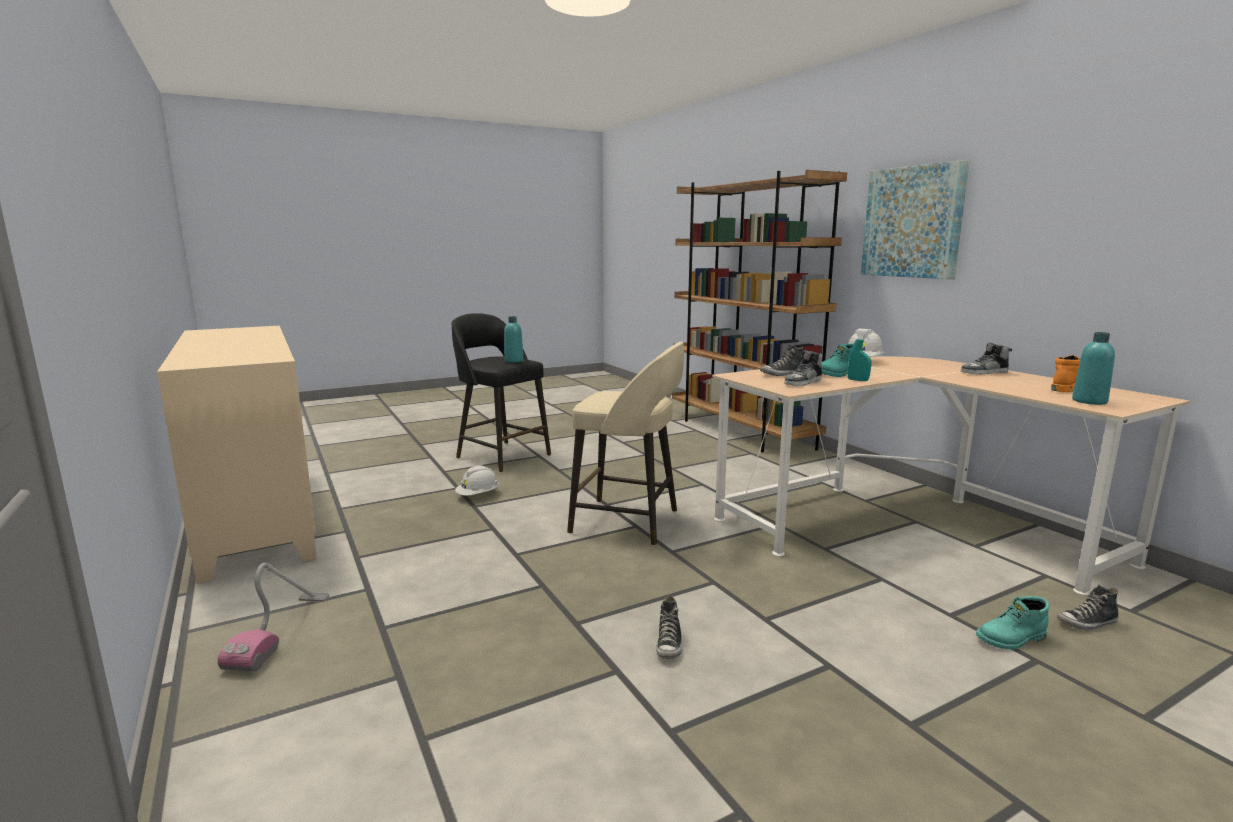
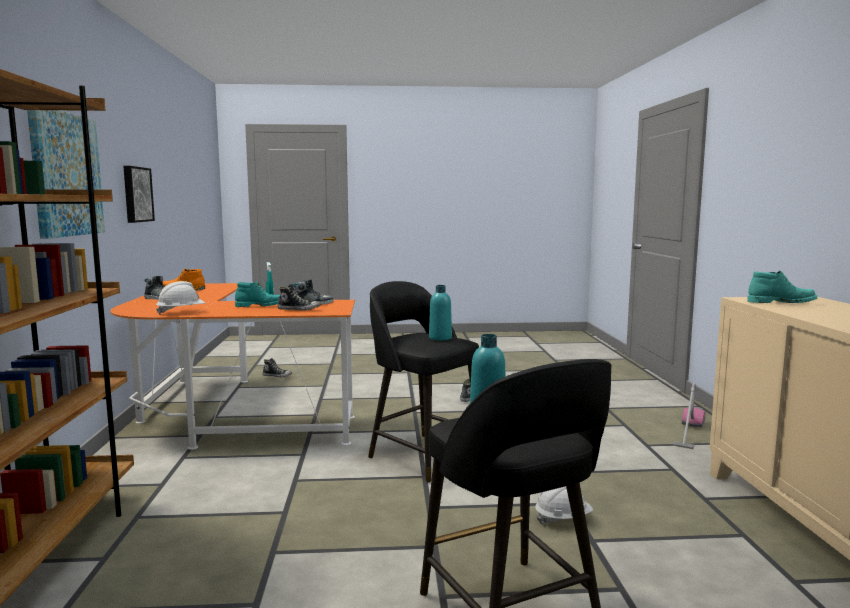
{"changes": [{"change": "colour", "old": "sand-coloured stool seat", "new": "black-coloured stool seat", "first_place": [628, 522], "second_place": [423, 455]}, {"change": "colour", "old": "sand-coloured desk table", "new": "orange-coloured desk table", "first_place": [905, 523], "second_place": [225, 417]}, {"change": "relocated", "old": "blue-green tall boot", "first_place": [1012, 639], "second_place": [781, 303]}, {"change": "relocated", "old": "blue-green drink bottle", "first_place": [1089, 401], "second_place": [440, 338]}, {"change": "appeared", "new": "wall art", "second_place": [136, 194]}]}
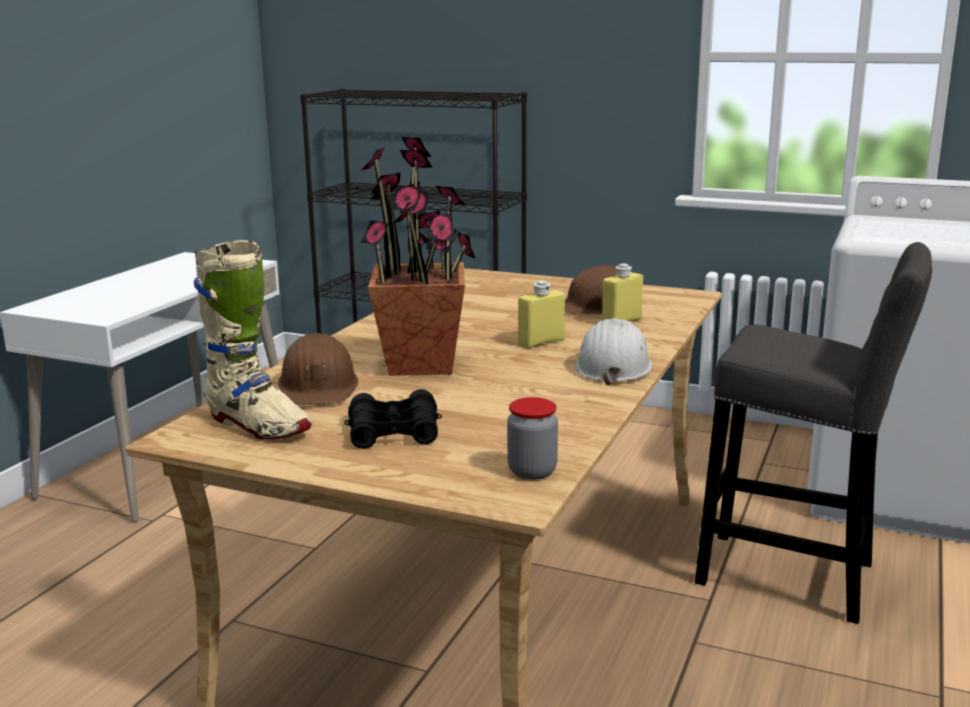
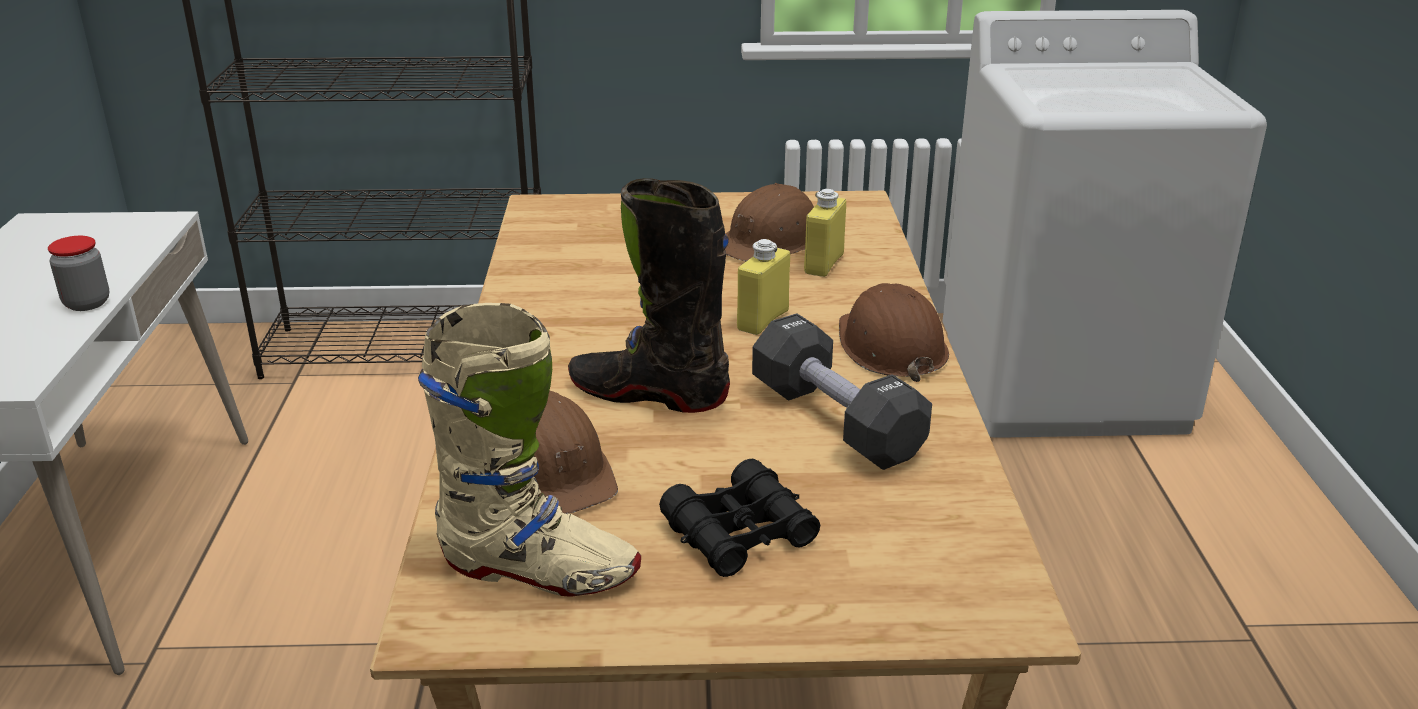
{"changes": [{"change": "exchanged", "old": "potted plant", "new": "black-coloured tall boot", "first_place": [421, 364], "second_place": [649, 394]}, {"change": "relocated", "old": "storage jar", "first_place": [532, 471], "second_place": [87, 303]}, {"change": "colour", "old": "white safety helmet", "new": "brown safety helmet", "first_place": [613, 366], "second_place": [890, 347]}, {"change": "missing", "old": "gray stool seat", "first_place": [796, 577]}, {"change": "appeared", "new": "black-coloured dumbbell", "second_place": [836, 421]}]}
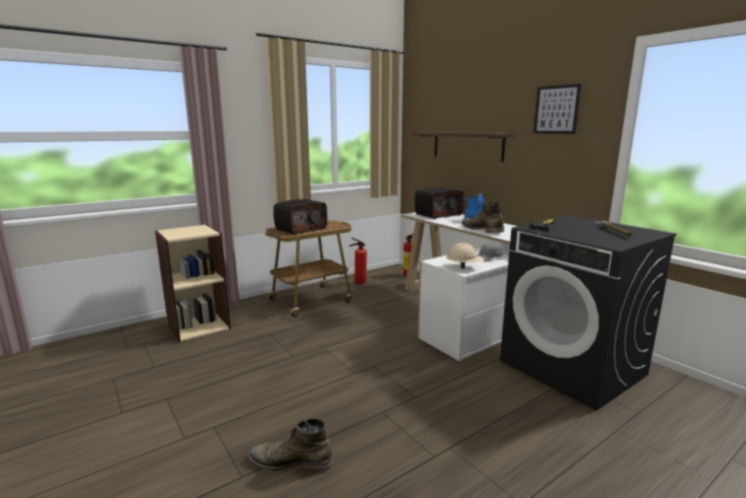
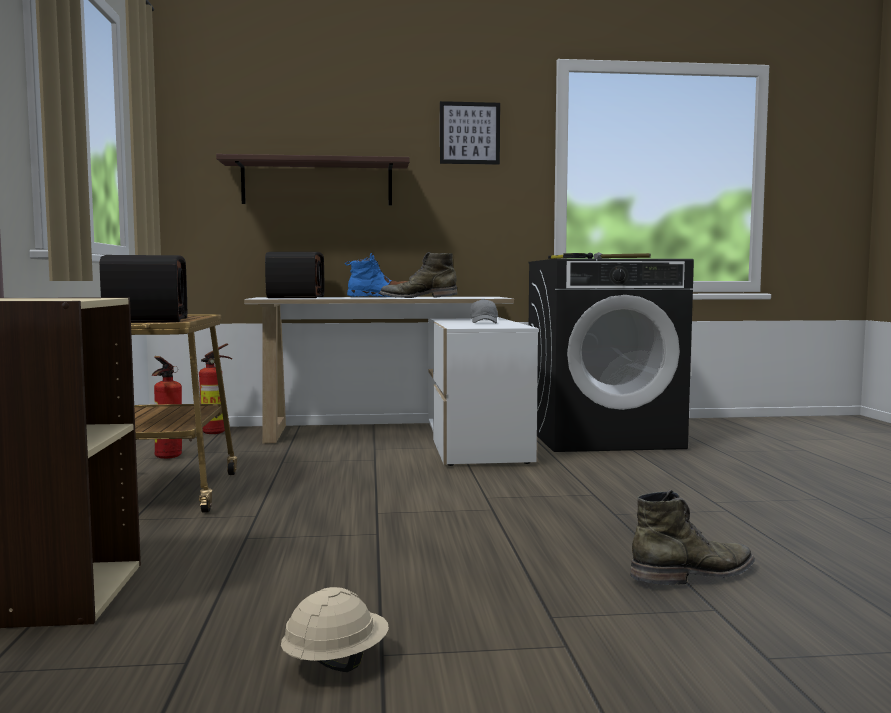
{"changes": [{"change": "spun", "old": "greenish tall boot", "first_place": [291, 461], "second_place": [694, 575], "degrees": -150}, {"change": "relocated", "old": "sand-coloured safety helmet", "first_place": [464, 267], "second_place": [335, 663]}]}
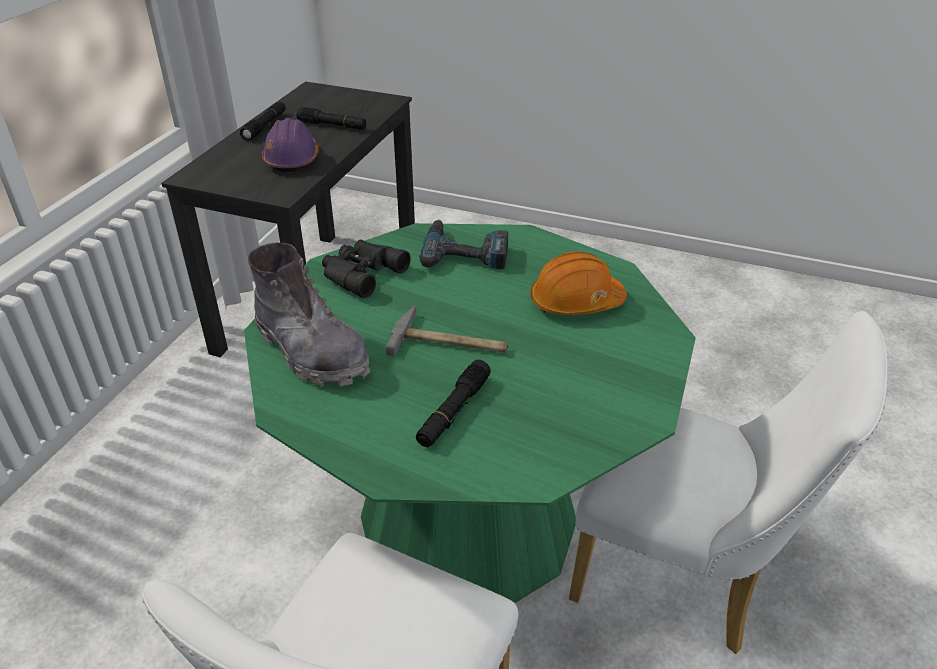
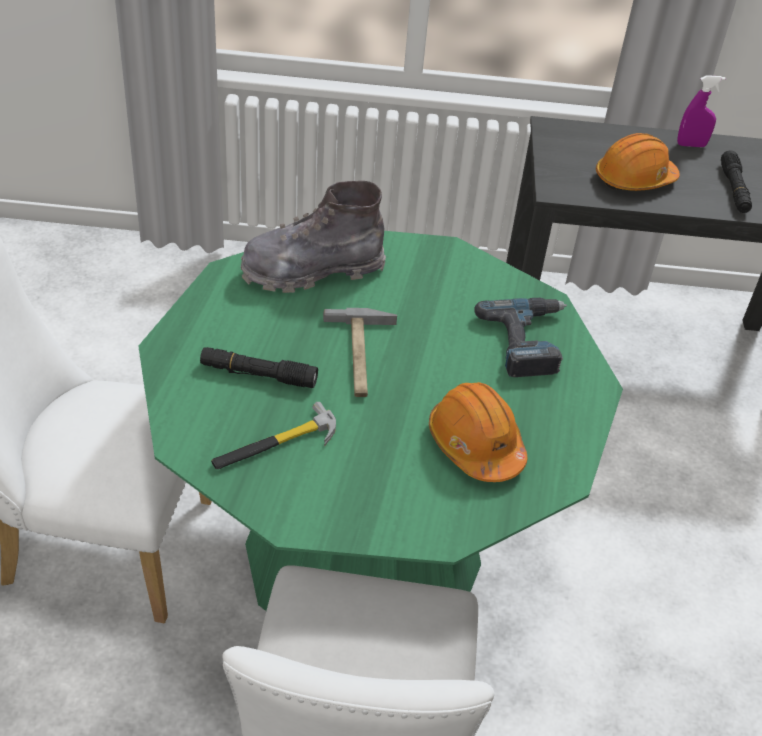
{"changes": [{"change": "exchanged", "old": "black-coloured hand torch", "new": "purple hand sprayer", "first_place": [265, 126], "second_place": [691, 145]}, {"change": "spun", "old": "gray tall boot", "first_place": [312, 351], "second_place": [312, 270], "degrees": 45}, {"change": "colour", "old": "purple safety helmet", "new": "orange-coloured safety helmet", "first_place": [292, 159], "second_place": [634, 179]}, {"change": "missing", "old": "black-coloured pair of binoculars", "first_place": [360, 273]}, {"change": "appeared", "new": "hand hammer", "second_place": [275, 445]}]}
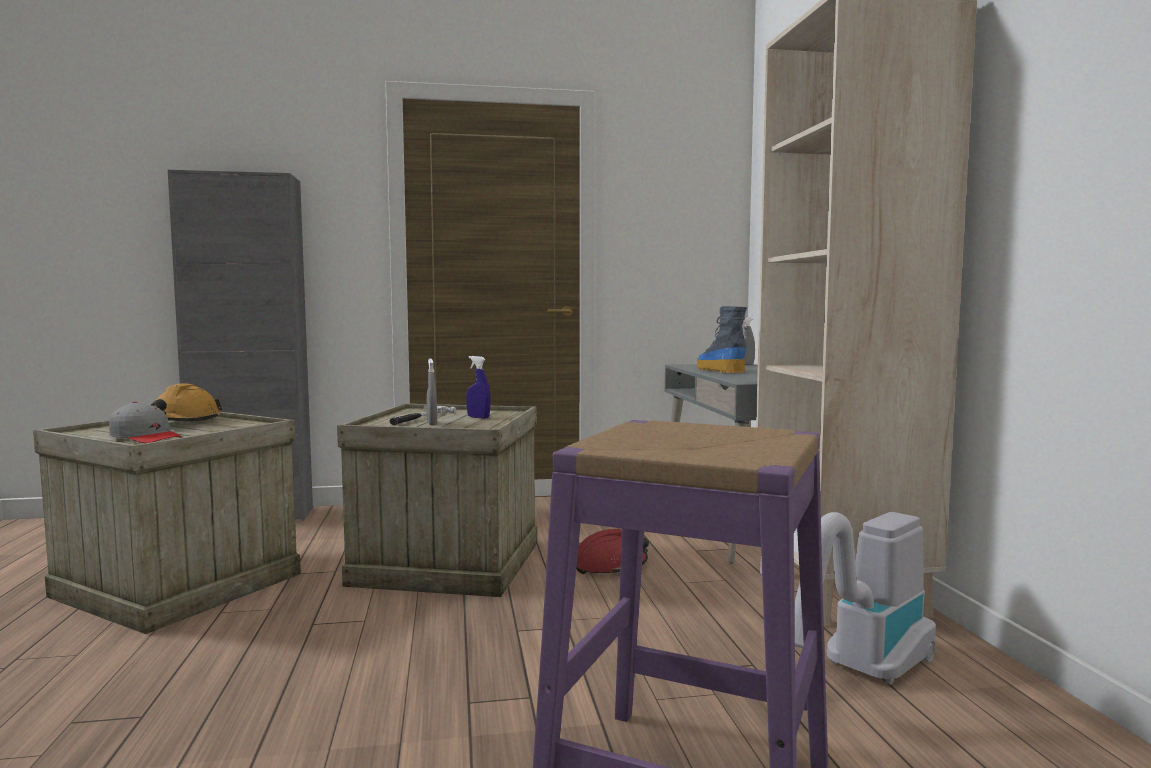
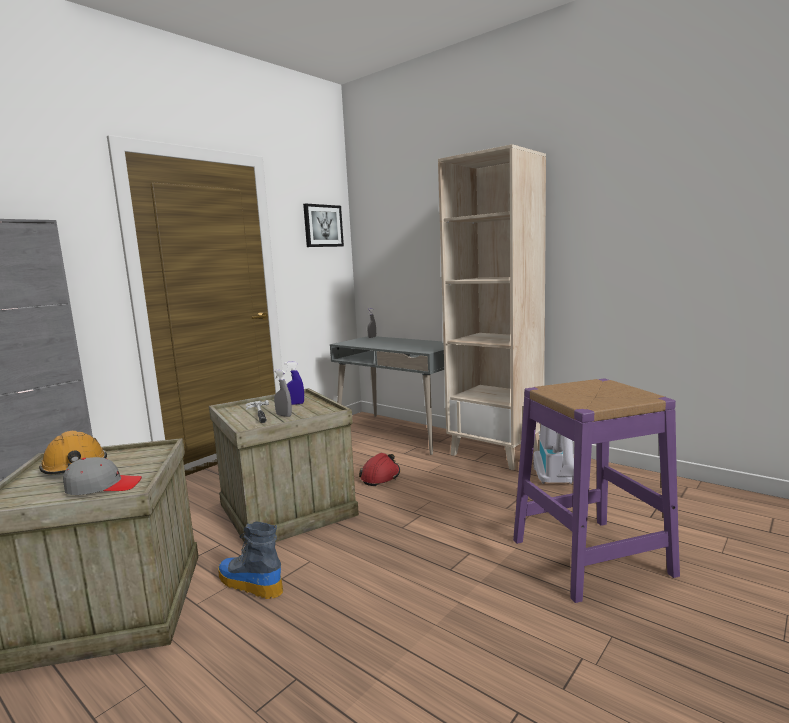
{"changes": [{"change": "relocated", "old": "tall boot", "first_place": [719, 370], "second_place": [249, 583]}, {"change": "appeared", "new": "wall art", "second_place": [323, 226]}]}
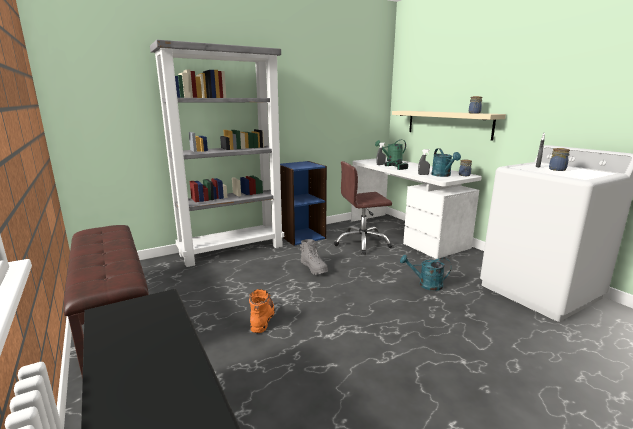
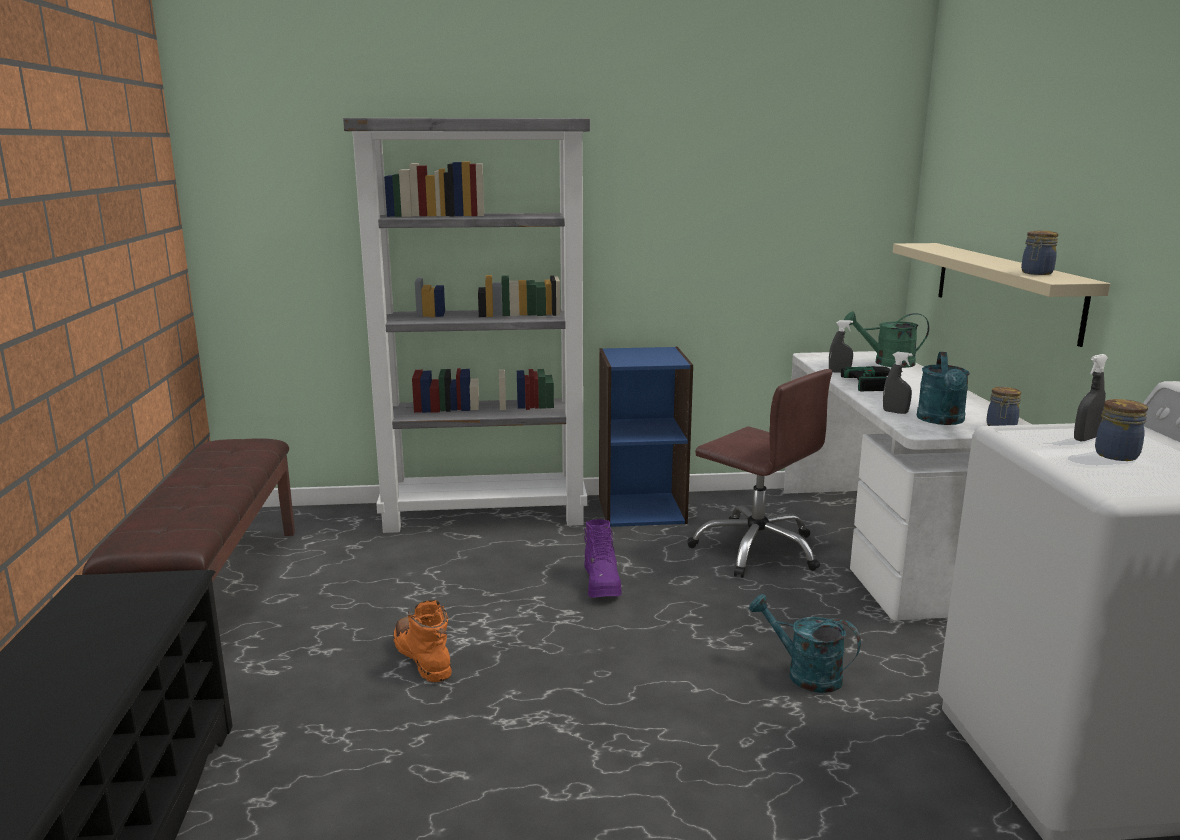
{"changes": [{"change": "spun", "old": "orange-coloured tall boot", "first_place": [262, 318], "second_place": [423, 657], "degrees": -60}, {"change": "colour", "old": "gray tall boot", "new": "purple tall boot", "first_place": [314, 268], "second_place": [602, 584]}, {"change": "spun", "old": "brown computer chair", "first_place": [362, 243], "second_place": [757, 549], "degrees": -150}]}
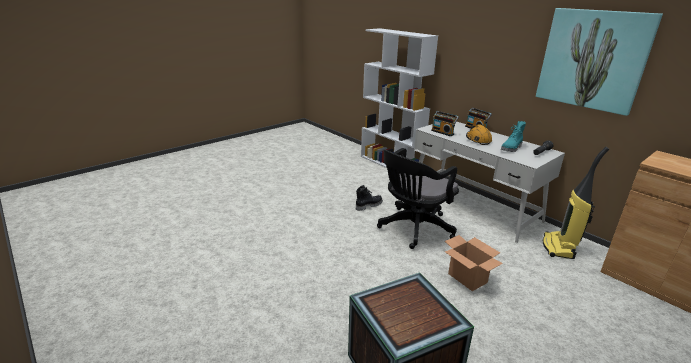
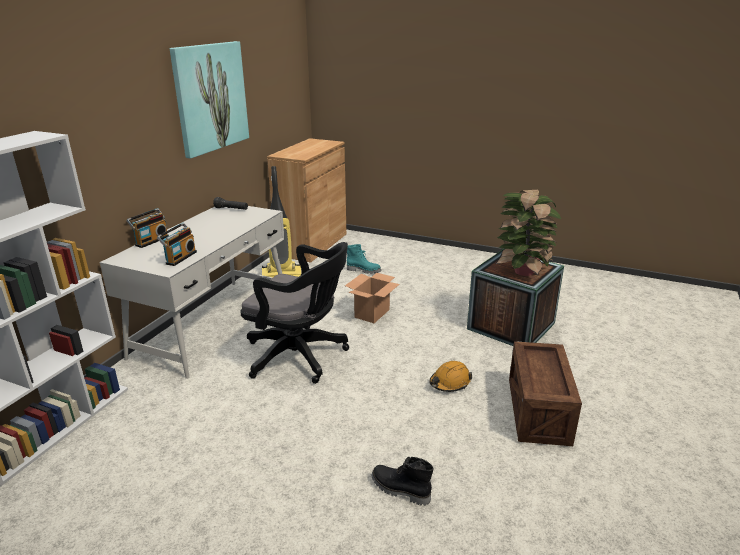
{"changes": [{"change": "relocated", "old": "black-coloured tall boot", "first_place": [368, 205], "second_place": [400, 490]}, {"change": "relocated", "old": "orange-coloured safety helmet", "first_place": [478, 139], "second_place": [449, 382]}, {"change": "relocated", "old": "blue-green tall boot", "first_place": [511, 148], "second_place": [364, 270]}, {"change": "appeared", "new": "potted plant", "second_place": [523, 271]}, {"change": "appeared", "new": "packing crate", "second_place": [538, 411]}]}
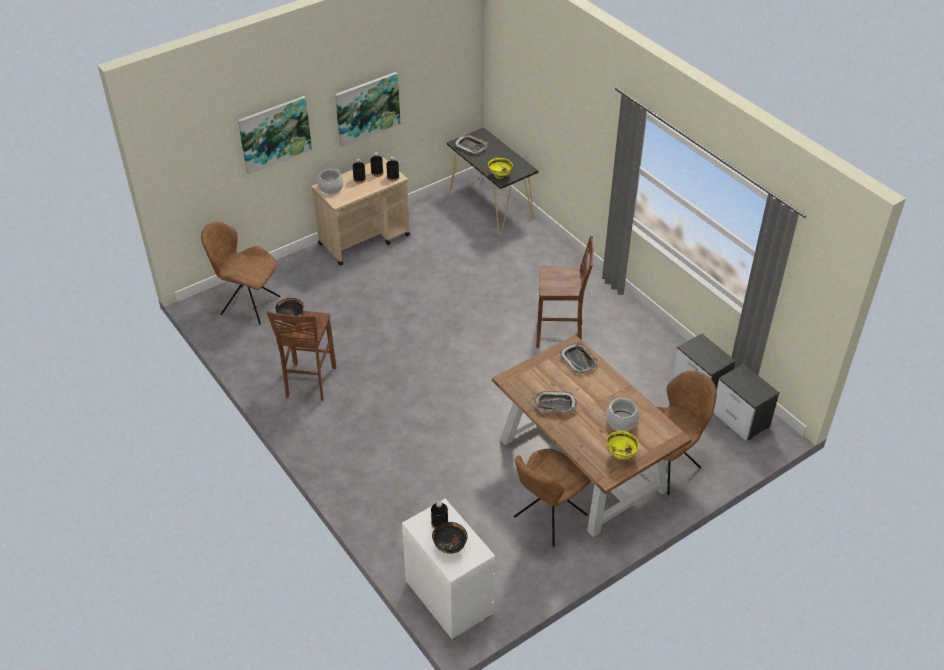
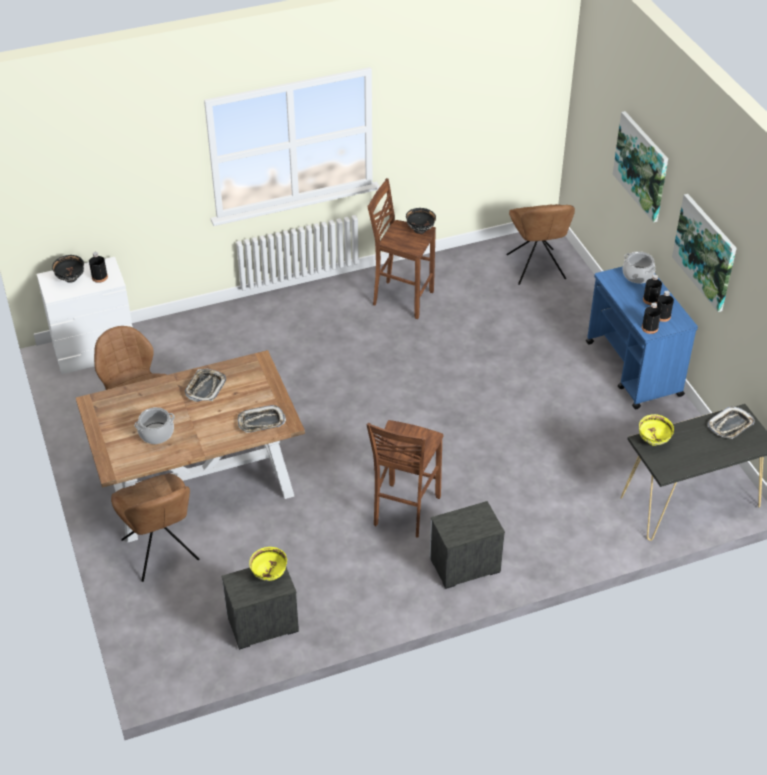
{"changes": [{"change": "spun", "old": "brown plain chair", "first_place": [248, 305], "second_place": [536, 268], "degrees": 135}, {"change": "colour", "old": "sand-coloured cart", "new": "blue cart", "first_place": [365, 239], "second_place": [633, 369]}, {"change": "relocated", "old": "yellowish deep dish", "first_place": [621, 454], "second_place": [269, 575]}, {"change": "relocated", "old": "night table", "first_place": [741, 420], "second_place": [463, 565]}]}
